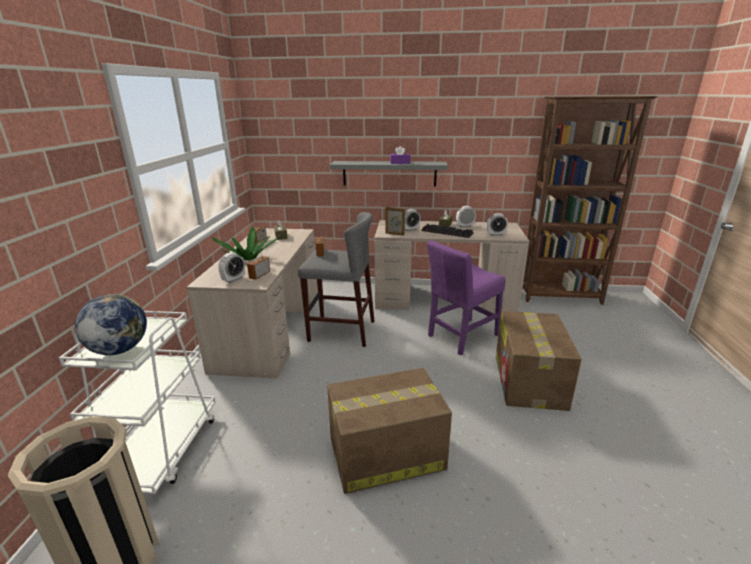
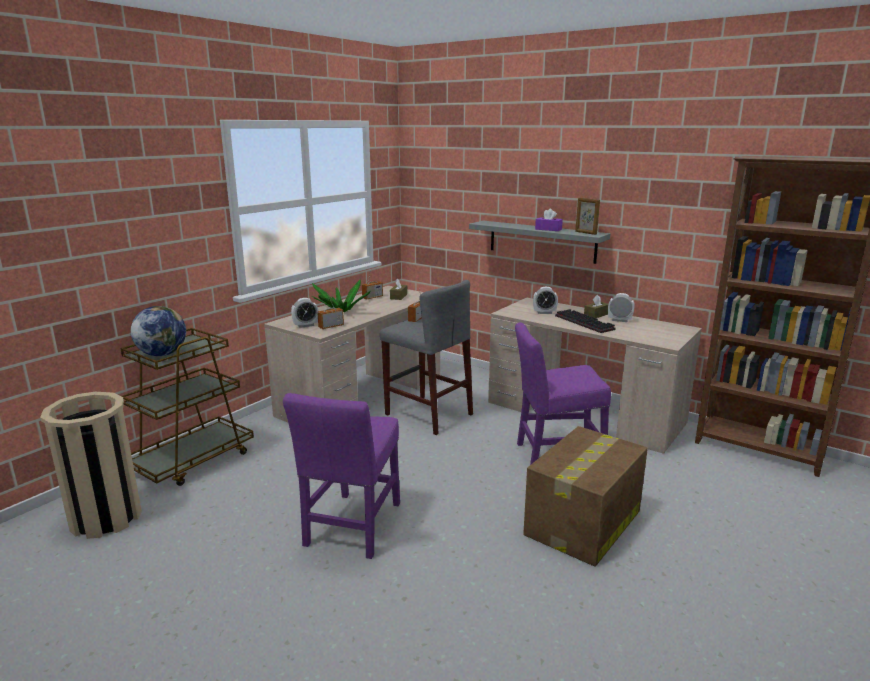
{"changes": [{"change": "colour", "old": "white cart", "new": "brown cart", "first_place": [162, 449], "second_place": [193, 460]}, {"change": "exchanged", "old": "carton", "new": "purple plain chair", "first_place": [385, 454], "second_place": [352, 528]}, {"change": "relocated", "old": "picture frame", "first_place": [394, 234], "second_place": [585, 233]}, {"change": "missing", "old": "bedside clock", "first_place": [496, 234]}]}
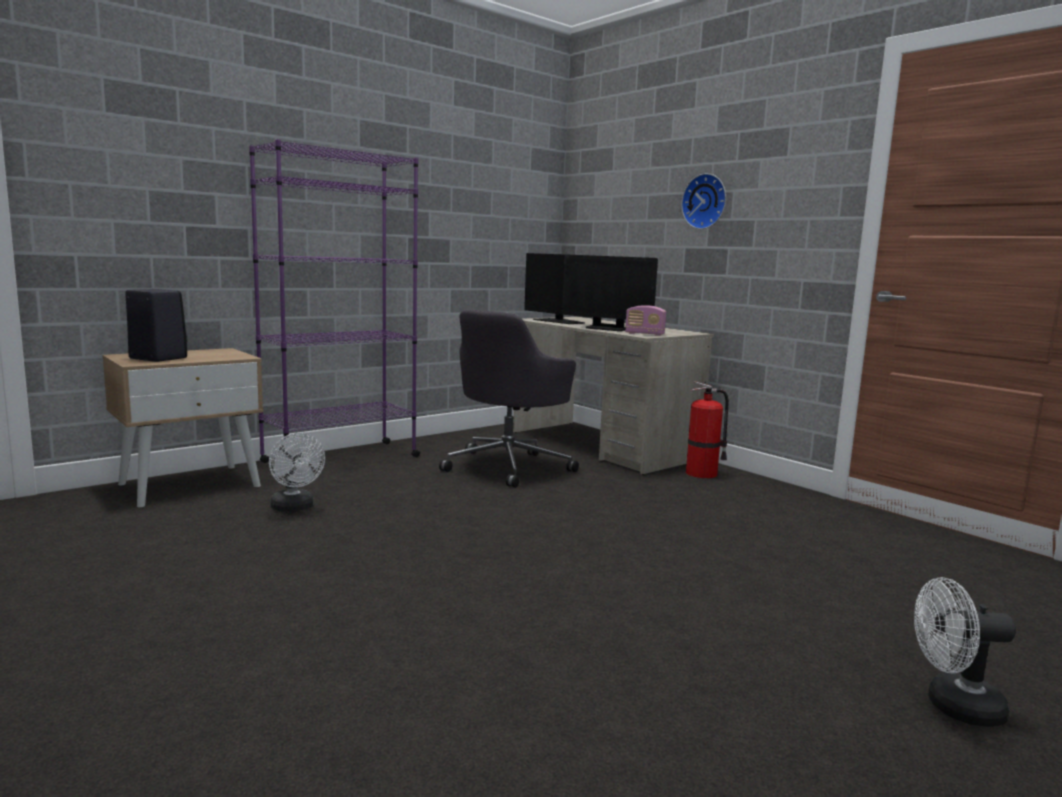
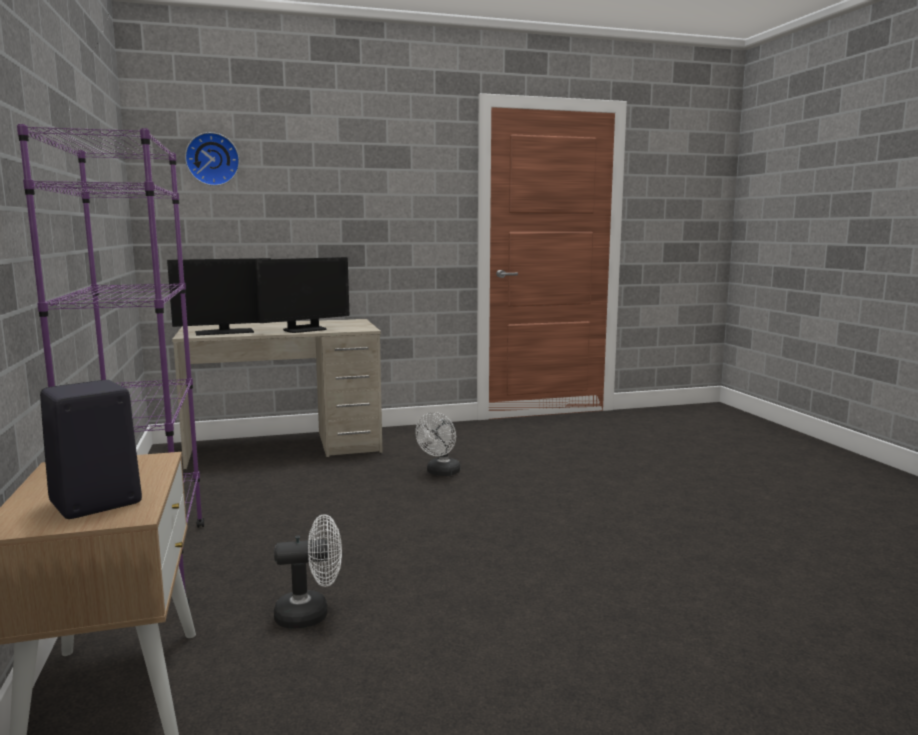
{"changes": [{"change": "missing", "old": "gray computer chair", "first_place": [509, 466]}, {"change": "missing", "old": "radio set", "first_place": [644, 334]}, {"change": "relocated", "old": "hanging clock", "first_place": [706, 201], "second_place": [212, 159]}, {"change": "missing", "old": "fire extinguisher", "first_place": [703, 473]}, {"change": "relocated", "old": "white cooling fan", "first_place": [953, 707], "second_place": [441, 473]}]}
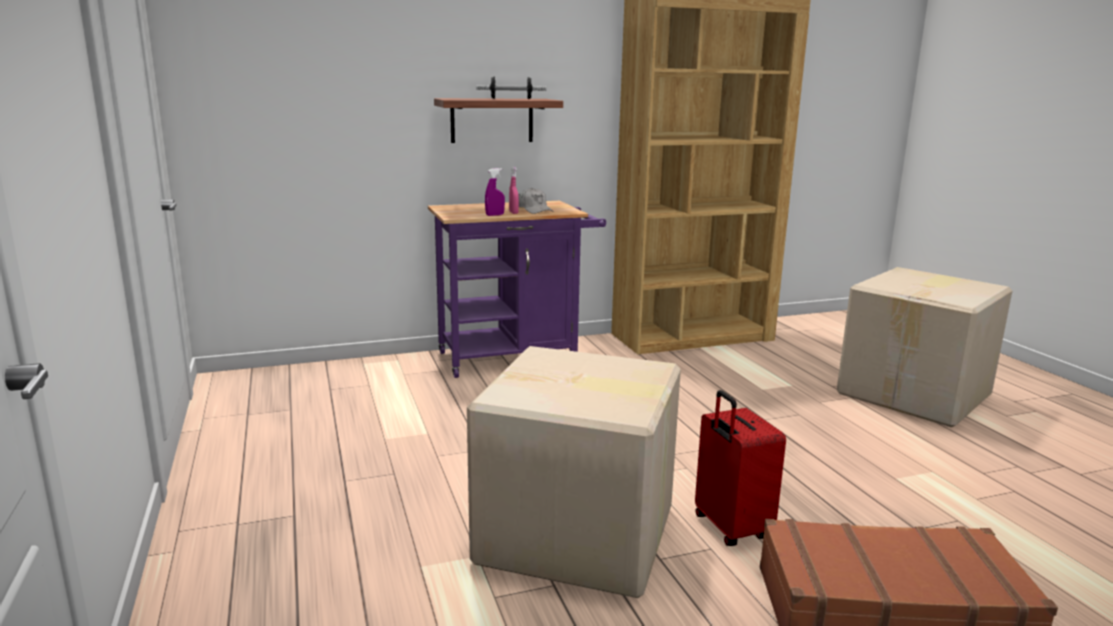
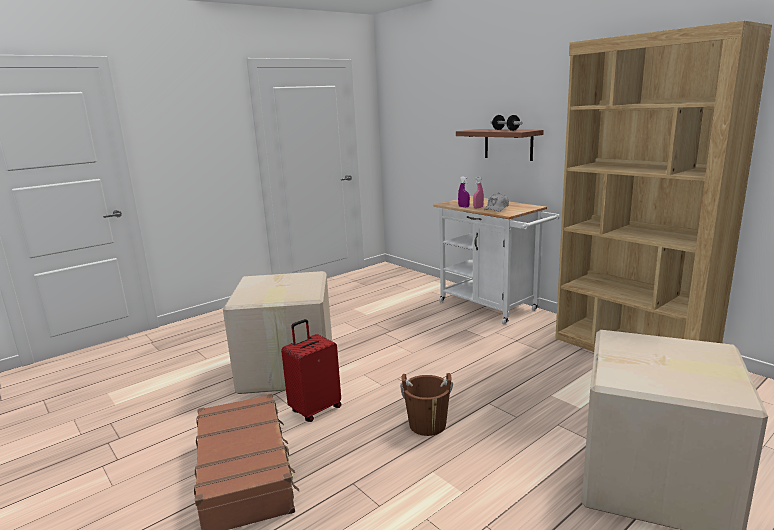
{"changes": [{"change": "colour", "old": "purple cart", "new": "white cart", "first_place": [516, 357], "second_place": [493, 307]}, {"change": "appeared", "new": "brown pail", "second_place": [427, 425]}]}
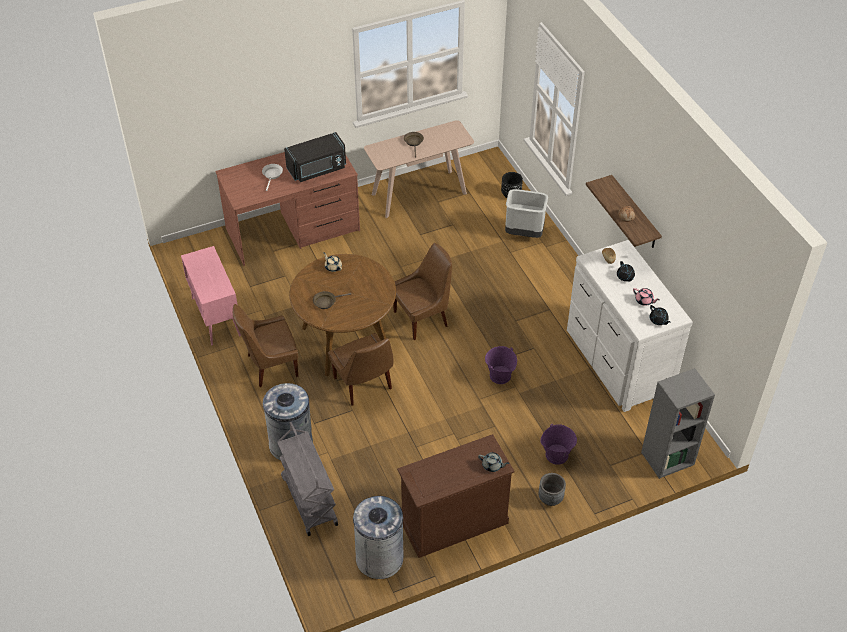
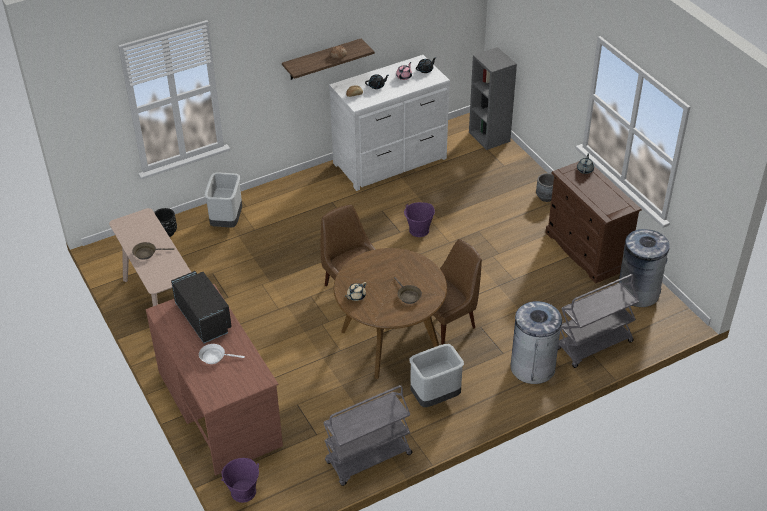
{"changes": [{"change": "exchanged", "old": "pink storage cabinet", "new": "gray cart", "first_place": [215, 316], "second_place": [368, 459]}, {"change": "exchanged", "old": "brown plain chair", "new": "gray trash can", "first_place": [270, 366], "second_place": [435, 398]}, {"change": "relocated", "old": "purple pail", "first_place": [556, 454], "second_place": [243, 492]}]}
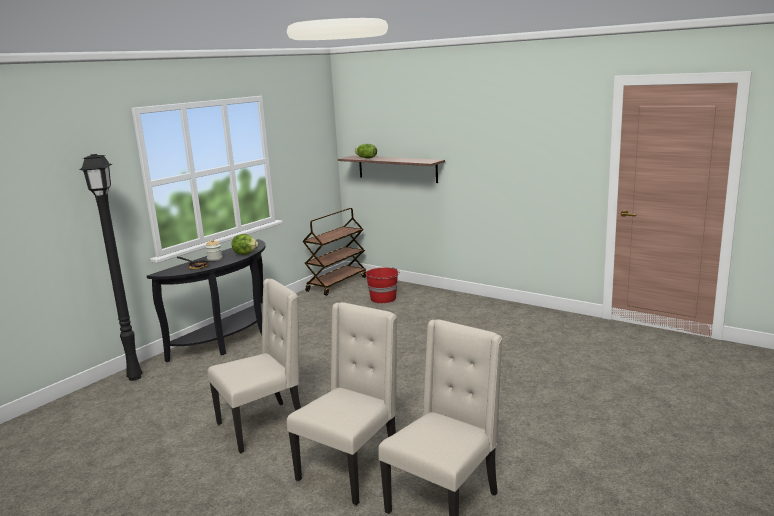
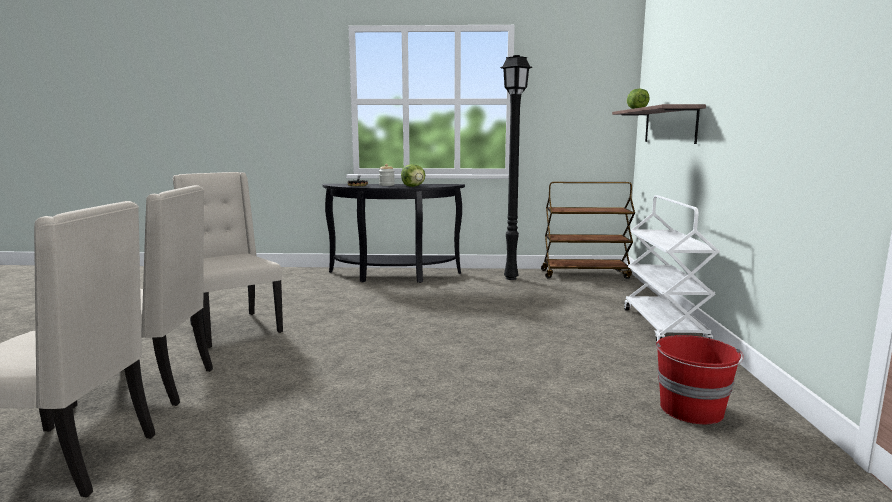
{"changes": [{"change": "relocated", "old": "black-coloured floor lamp", "first_place": [136, 377], "second_place": [512, 278]}, {"change": "spun", "old": "sand-coloured plain chair", "first_place": [263, 425], "second_place": [233, 328], "degrees": -150}, {"change": "relocated", "old": "red-coloured pail", "first_place": [383, 299], "second_place": [692, 410]}, {"change": "appeared", "new": "white cart", "second_place": [664, 327]}]}
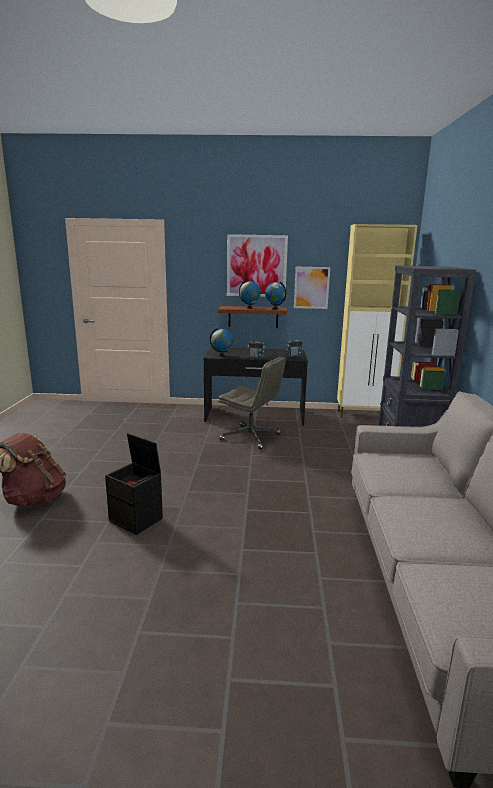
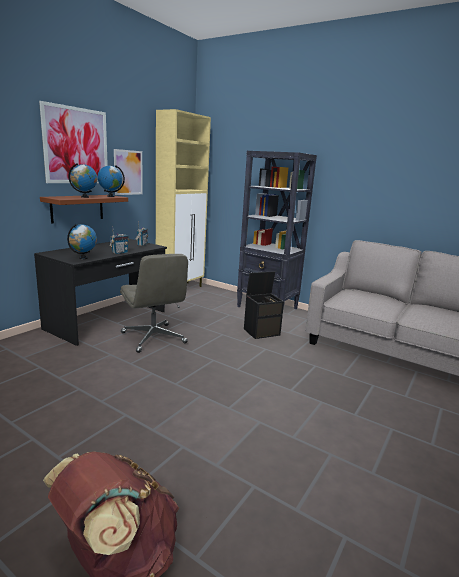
{"changes": [{"change": "relocated", "old": "black-coloured storage bin", "first_place": [137, 519], "second_place": [262, 332]}, {"change": "spun", "old": "gray computer chair", "first_place": [251, 437], "second_place": [154, 338], "degrees": 90}]}
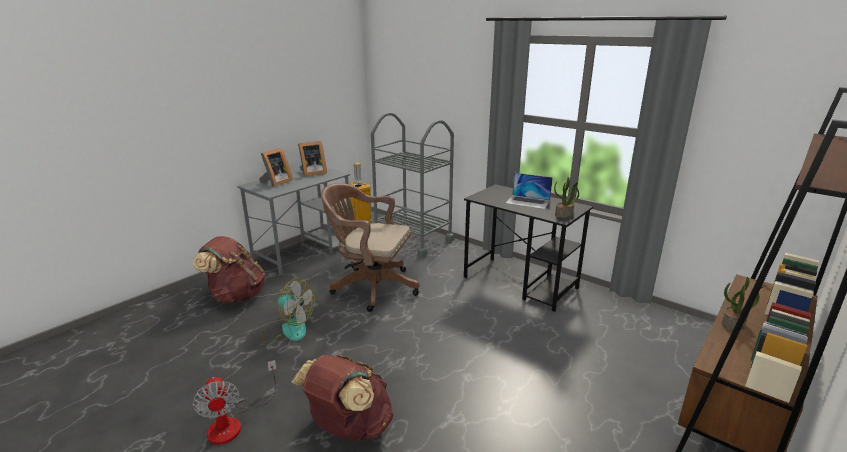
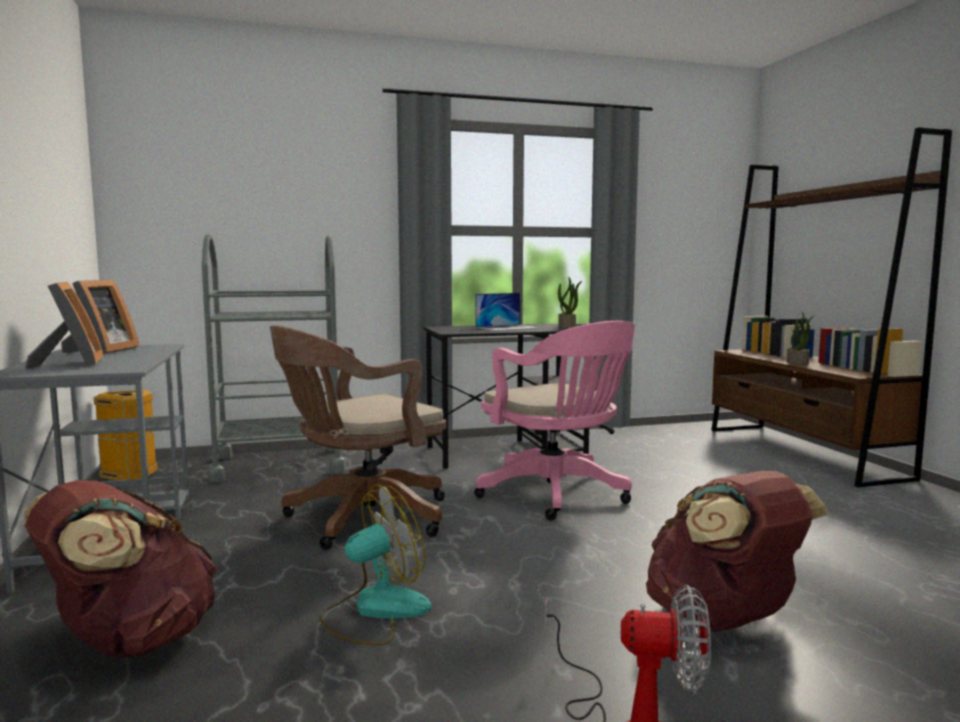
{"changes": [{"change": "appeared", "new": "pink computer chair", "second_place": [557, 495]}]}
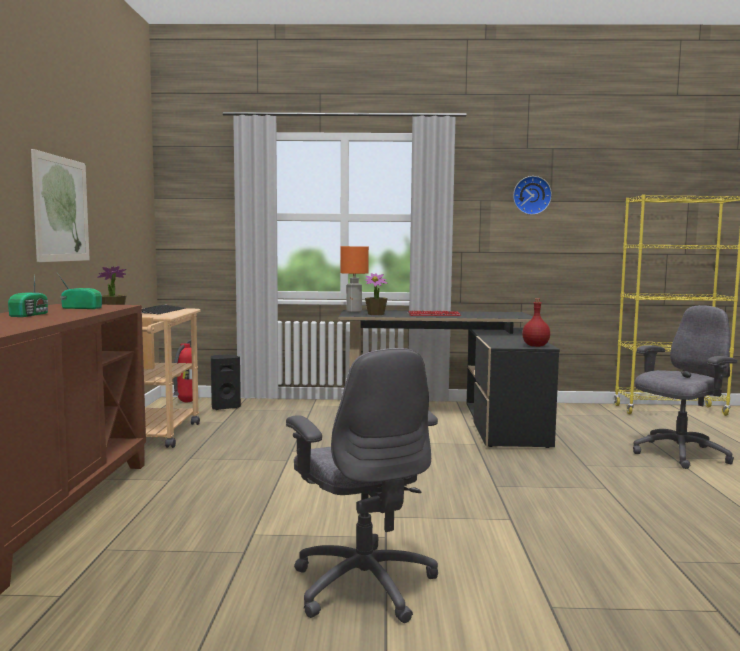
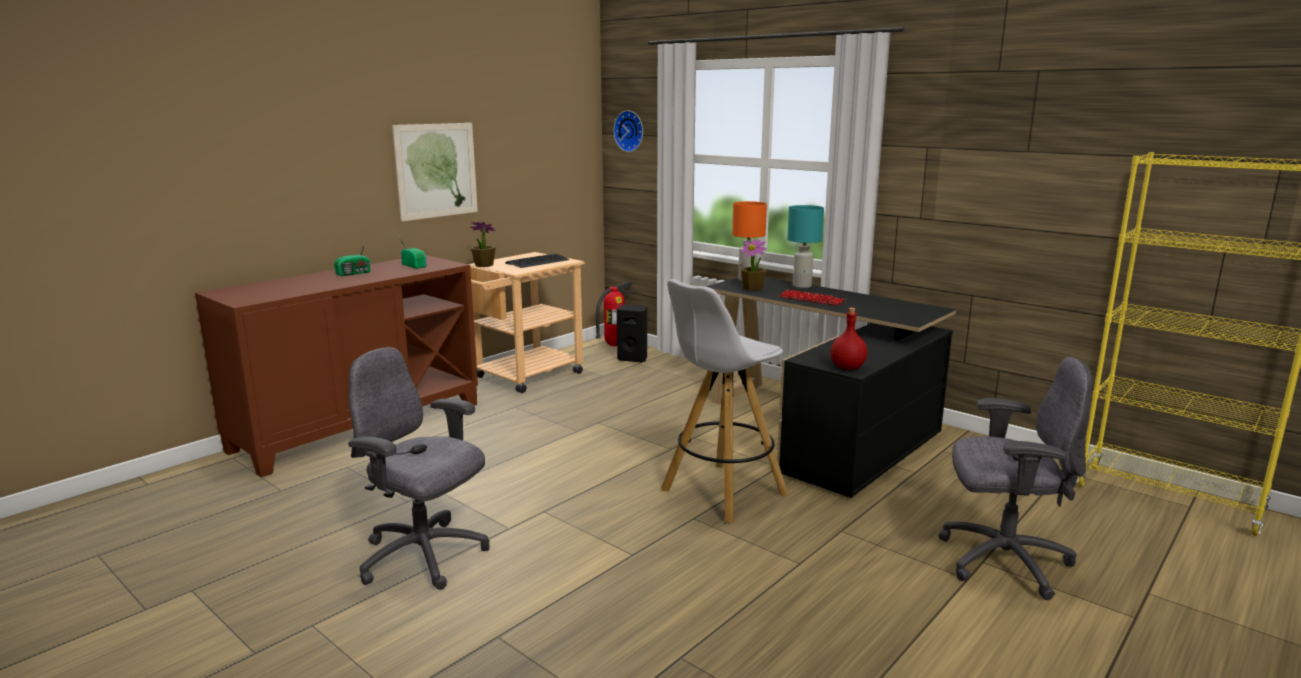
{"changes": [{"change": "spun", "old": "gray computer chair", "first_place": [363, 584], "second_place": [424, 557], "degrees": 105}, {"change": "relocated", "old": "hanging clock", "first_place": [531, 195], "second_place": [630, 131]}, {"change": "appeared", "new": "white stool seat", "second_place": [722, 493]}, {"change": "appeared", "new": "blue-green tabletop lamp", "second_place": [801, 286]}]}
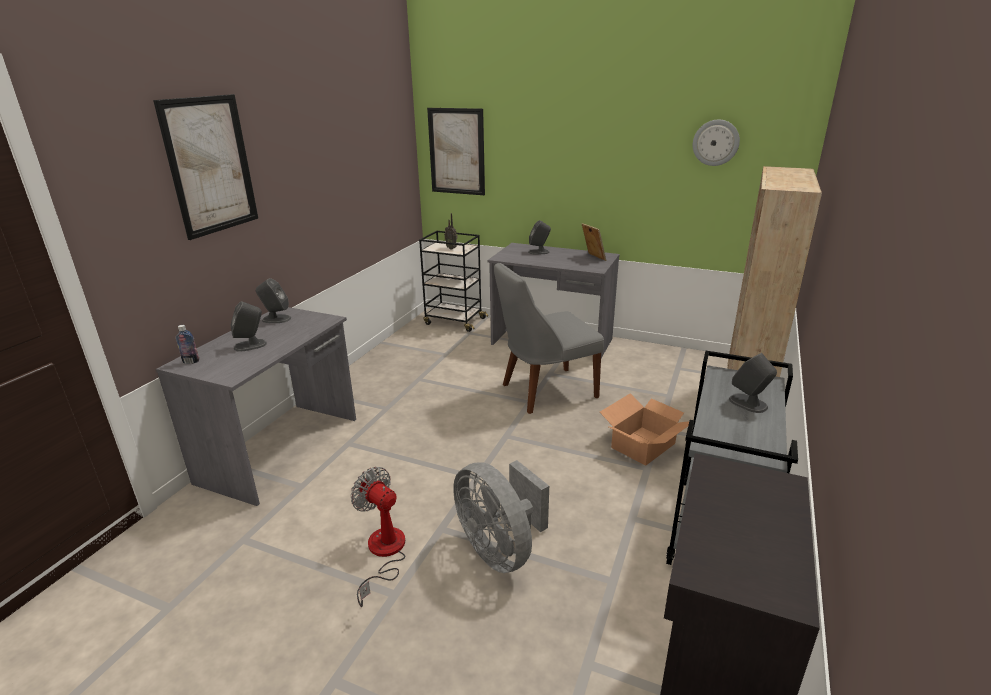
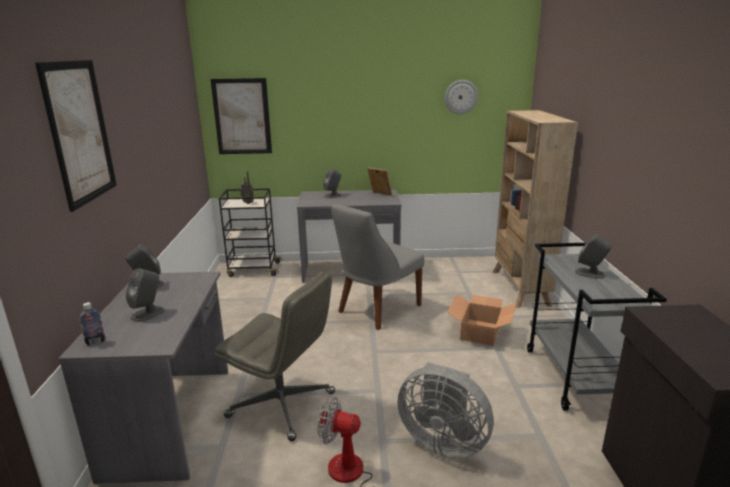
{"changes": [{"change": "appeared", "new": "gray computer chair", "second_place": [283, 405]}]}
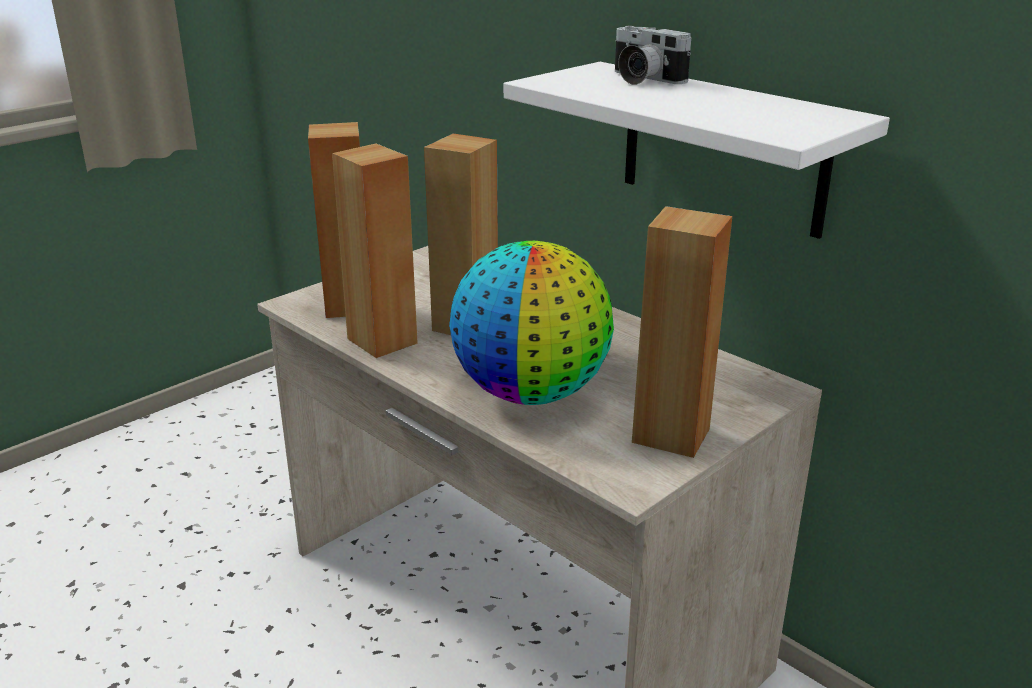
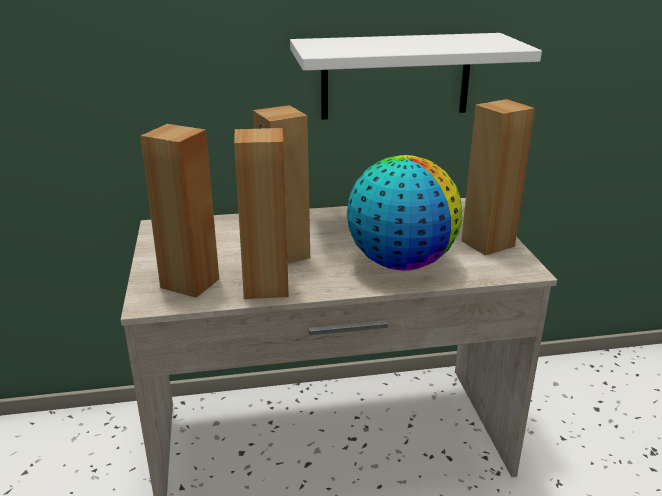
{"changes": [{"change": "missing", "old": "photo camera", "first_place": [642, 79]}]}
